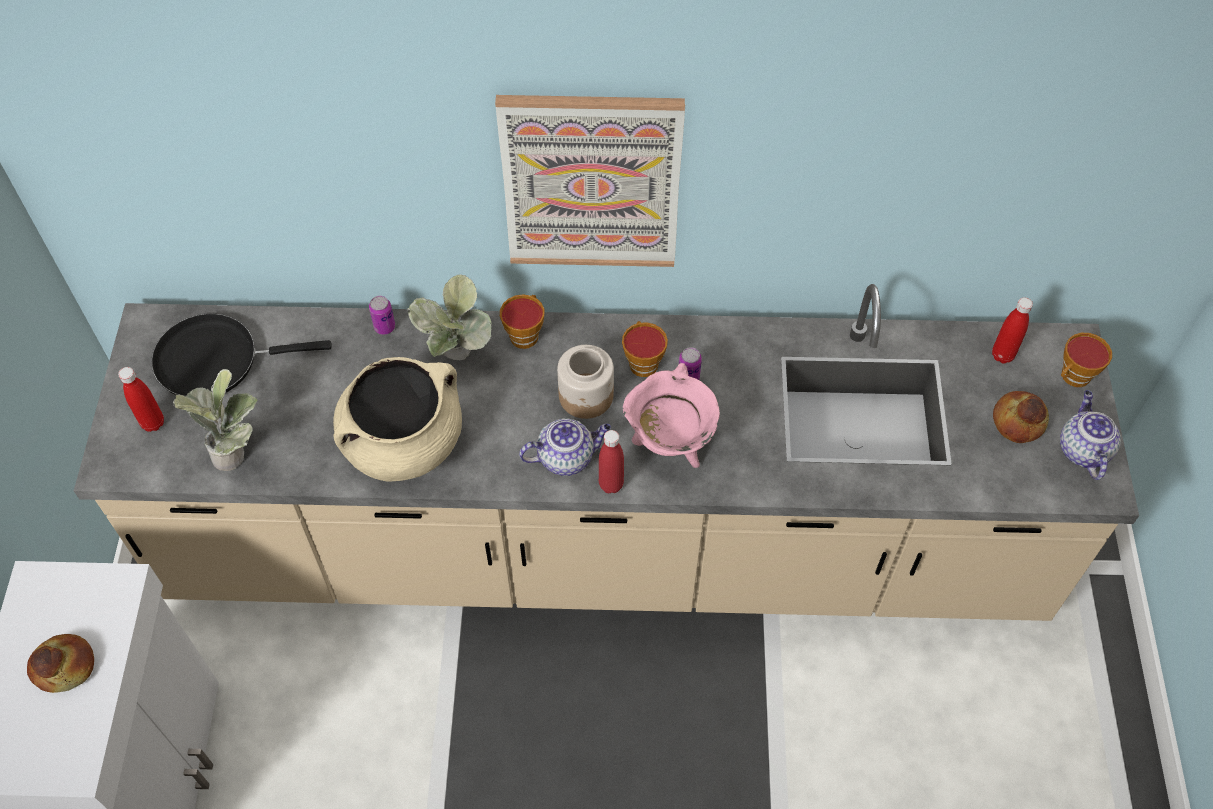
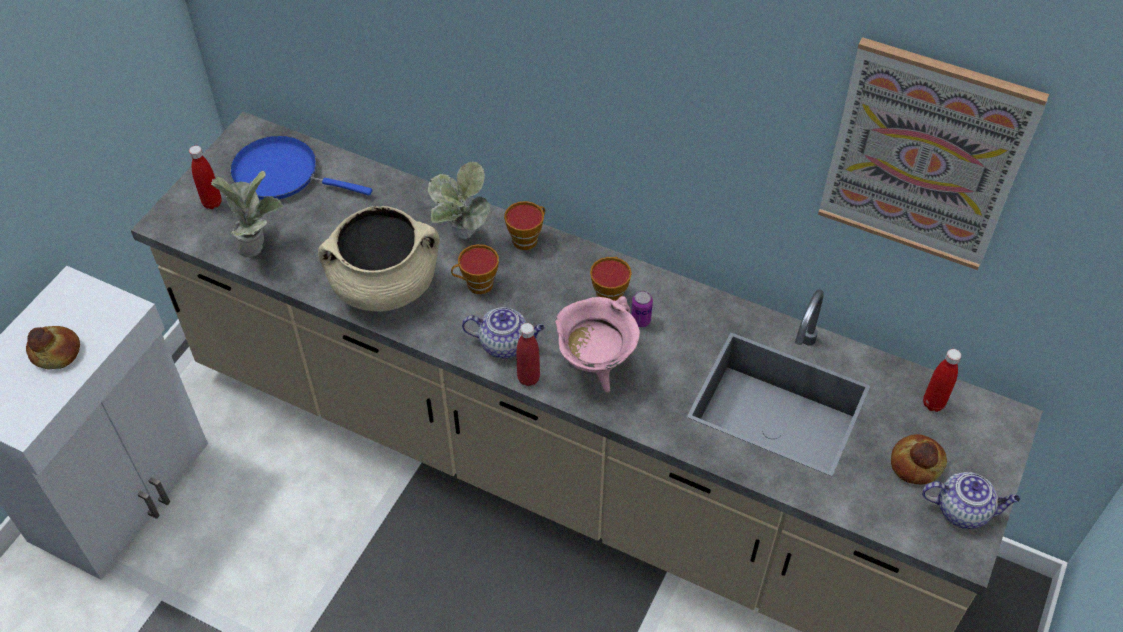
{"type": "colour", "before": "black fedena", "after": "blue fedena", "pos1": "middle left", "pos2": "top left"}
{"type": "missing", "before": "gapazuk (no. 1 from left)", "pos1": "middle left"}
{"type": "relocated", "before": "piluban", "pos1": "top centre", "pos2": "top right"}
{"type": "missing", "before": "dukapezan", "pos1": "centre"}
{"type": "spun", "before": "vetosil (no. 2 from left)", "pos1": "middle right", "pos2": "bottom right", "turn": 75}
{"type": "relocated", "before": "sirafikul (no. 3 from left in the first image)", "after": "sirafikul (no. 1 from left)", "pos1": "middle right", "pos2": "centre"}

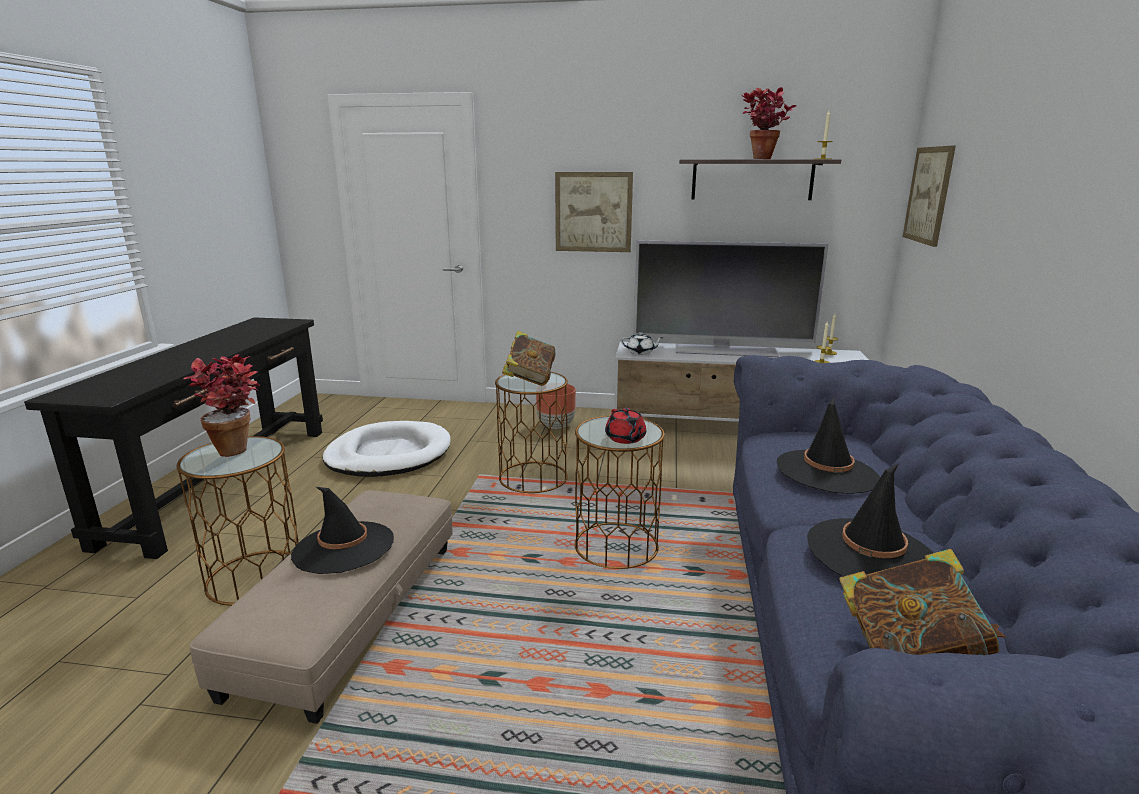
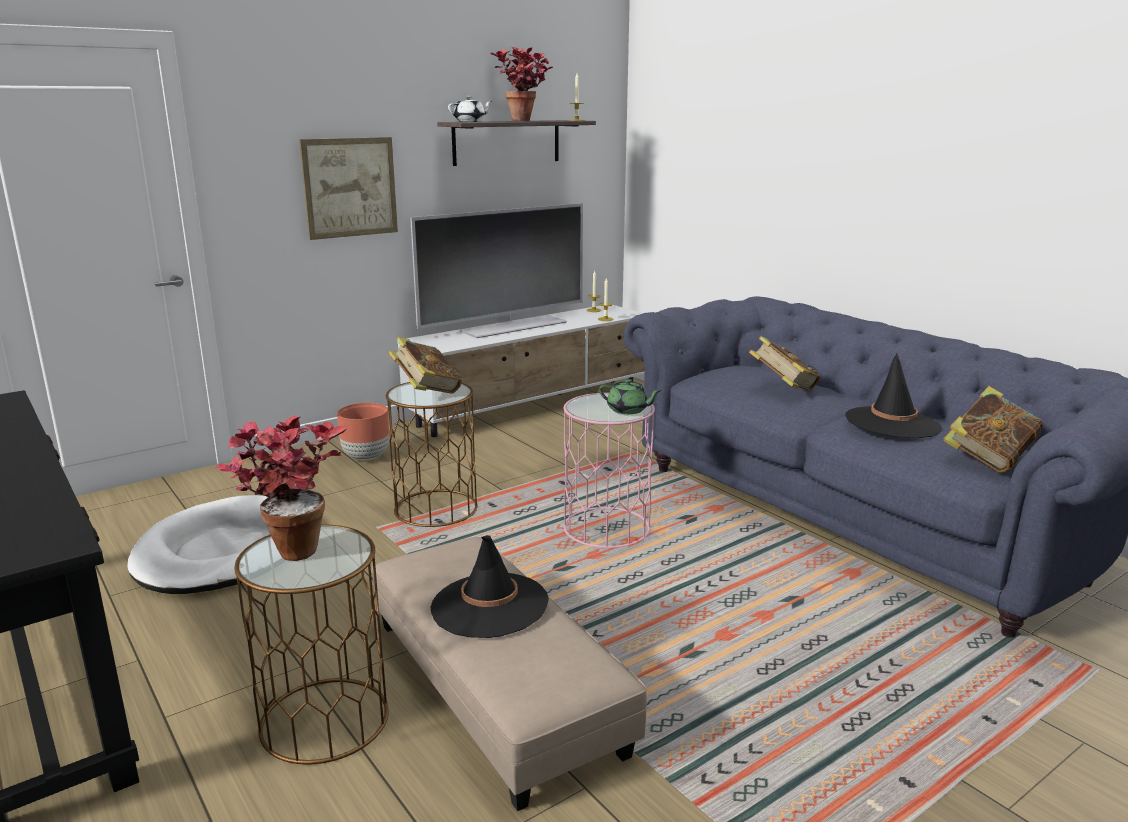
{"type": "colour", "before": "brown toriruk (no. 3 from left)", "after": "pink toriruk", "pos1": "centre", "pos2": "centre"}
{"type": "colour", "before": "red vetosil", "after": "green vetosil", "pos1": "centre", "pos2": "centre"}
{"type": "relocated", "before": "white vetosil", "pos1": "centre", "pos2": "top centre"}
{"type": "exchanged", "before": "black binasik (no. 2 from left)", "after": "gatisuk (no. 2 from left)", "pos1": "middle right", "pos2": "middle right"}
{"type": "missing", "before": "piluban (no. 2 from left)", "pos1": "top right"}

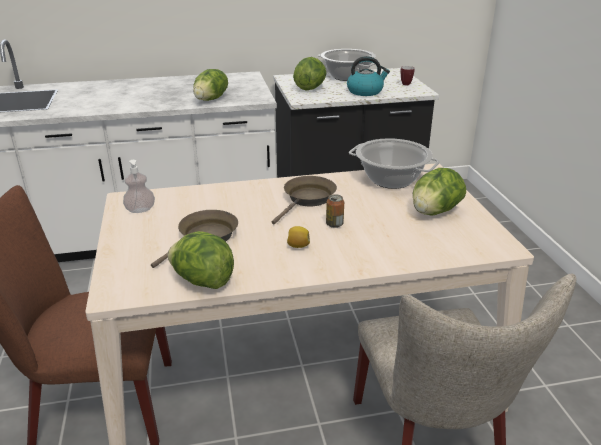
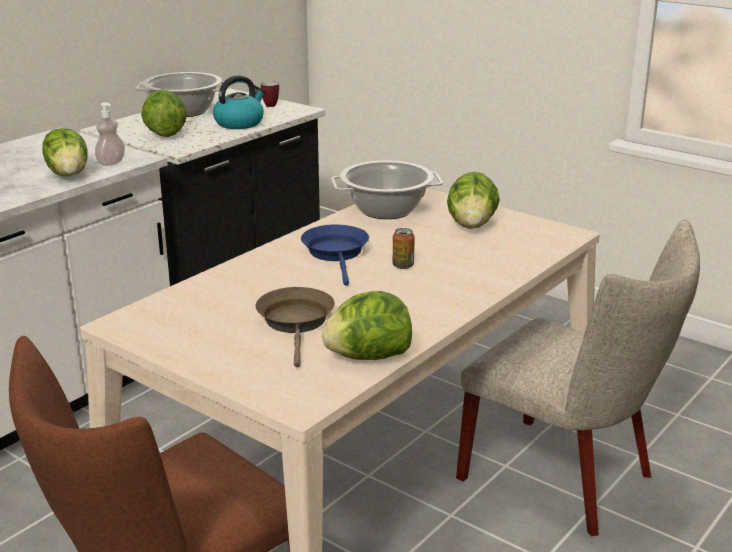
{"type": "relocated", "before": "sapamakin", "pos1": "middle left", "pos2": "top left"}
{"type": "colour", "before": "brown fedena (no. 2 from left)", "after": "blue fedena", "pos1": "centre", "pos2": "centre"}
{"type": "missing", "before": "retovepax", "pos1": "centre"}

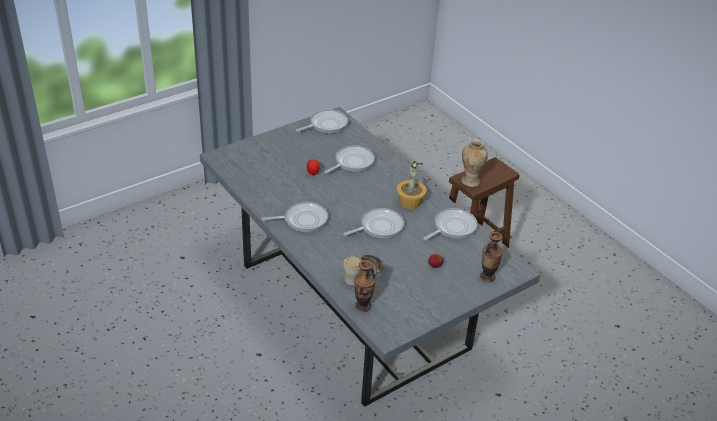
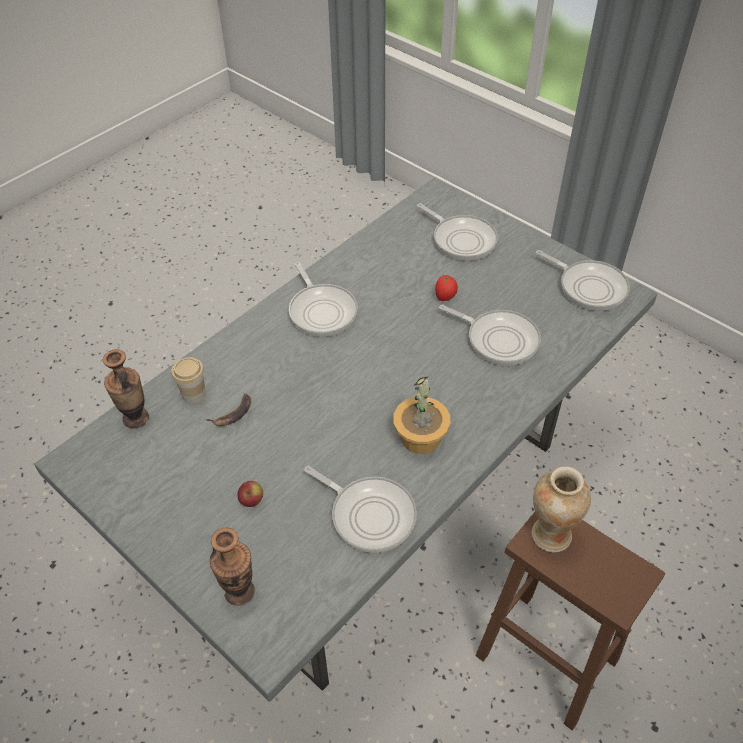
{"type": "relocated", "before": "fedena (no. 4 from left in the first image)", "after": "fedena (no. 3 from left)", "pos1": "centre", "pos2": "top centre"}

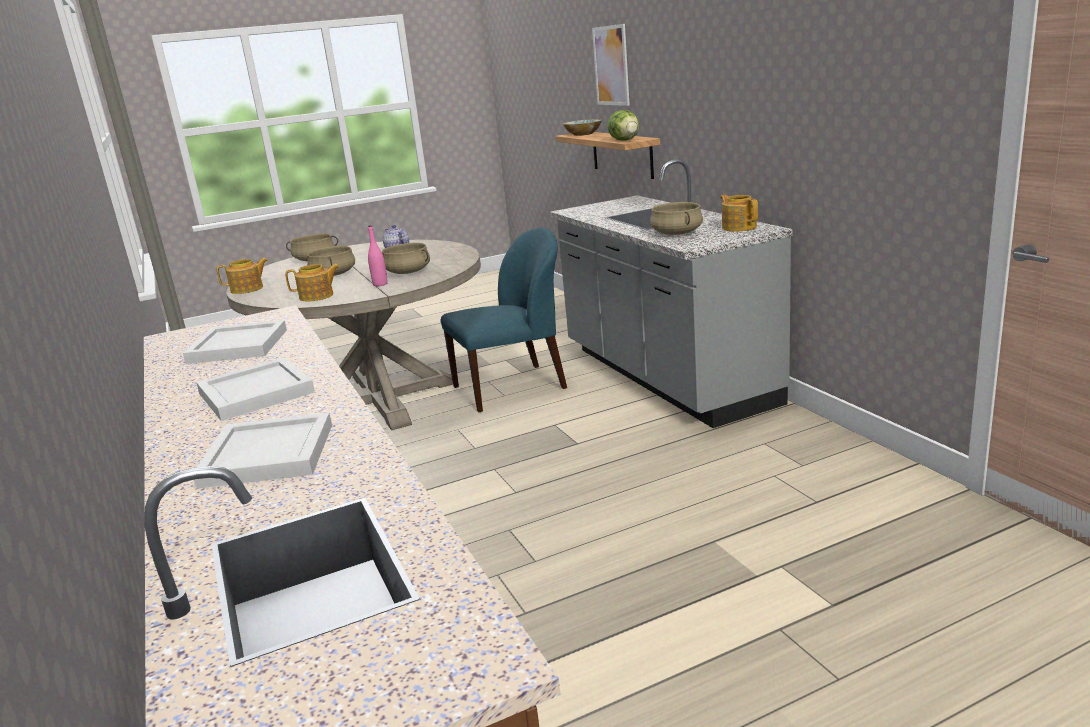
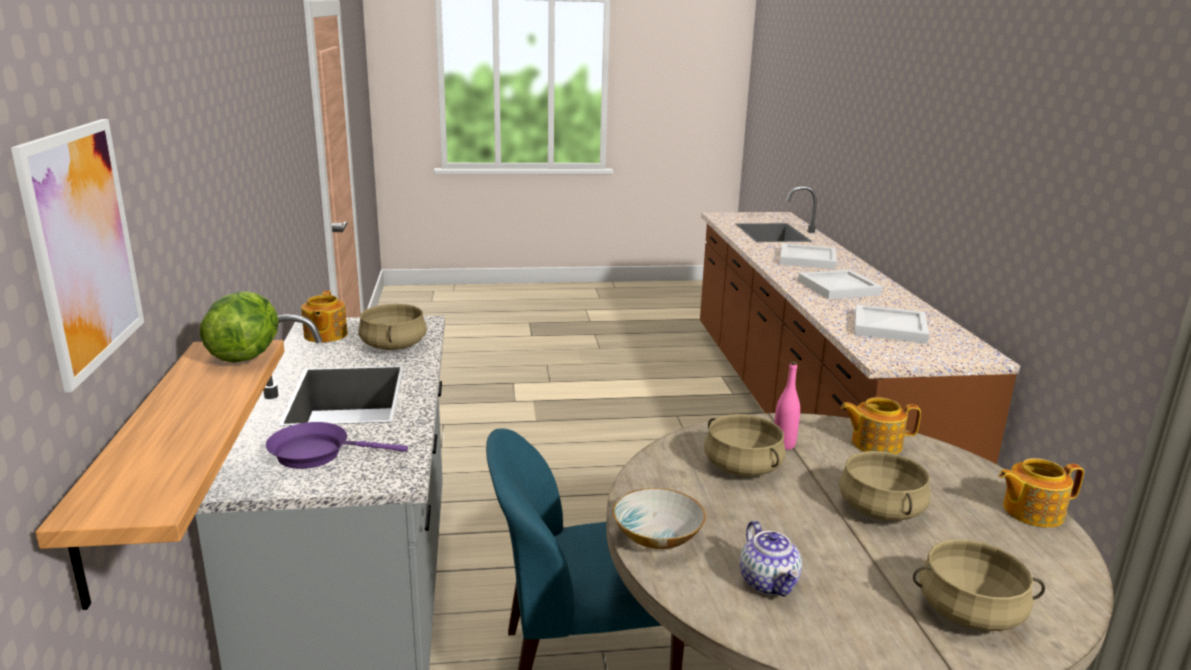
{"type": "relocated", "before": "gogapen", "pos1": "top centre", "pos2": "bottom centre"}
{"type": "appeared", "after": "purple fedena", "pos2": "middle left"}

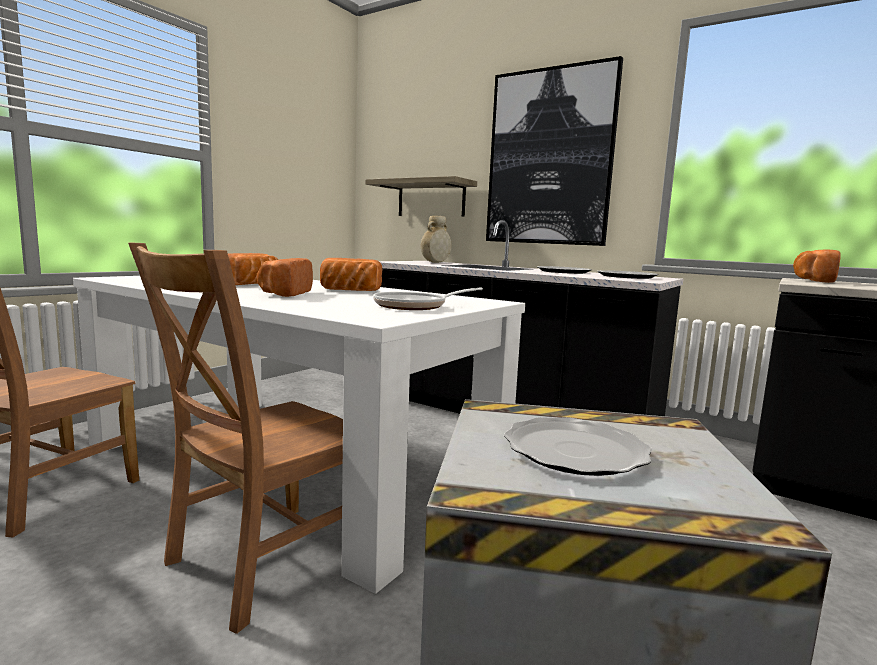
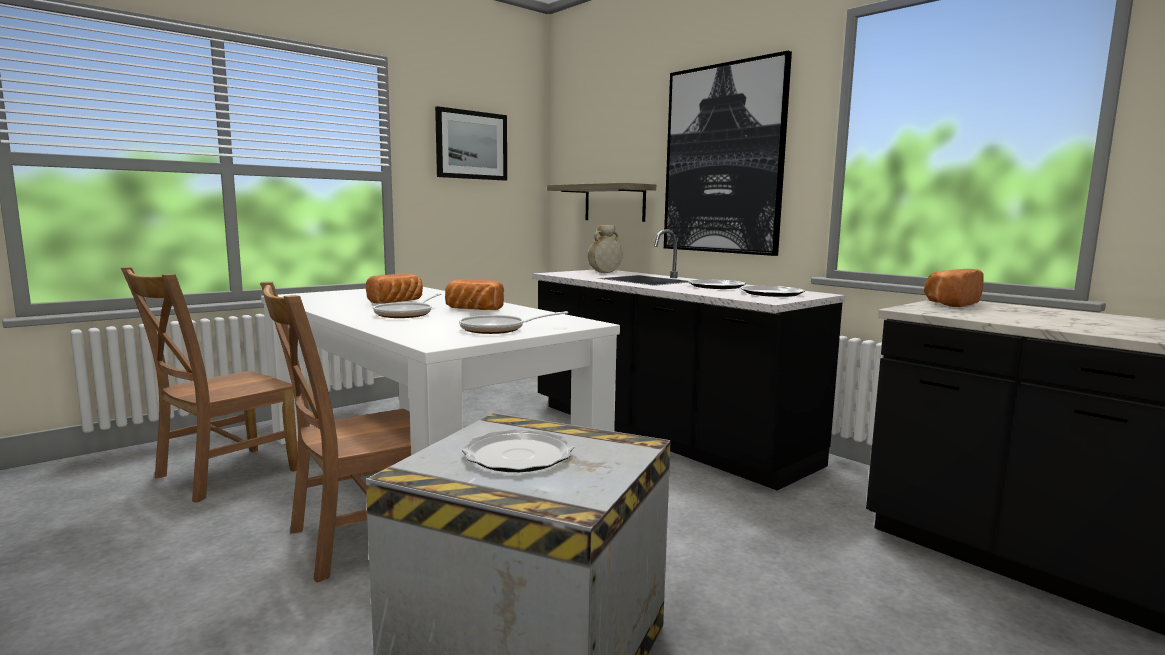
{"type": "exchanged", "before": "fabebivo (no. 2 from left)", "after": "fedena (no. 1 from left)", "pos1": "middle left", "pos2": "centre"}
{"type": "appeared", "after": "piluban (no. 1 from left)", "pos2": "top centre"}

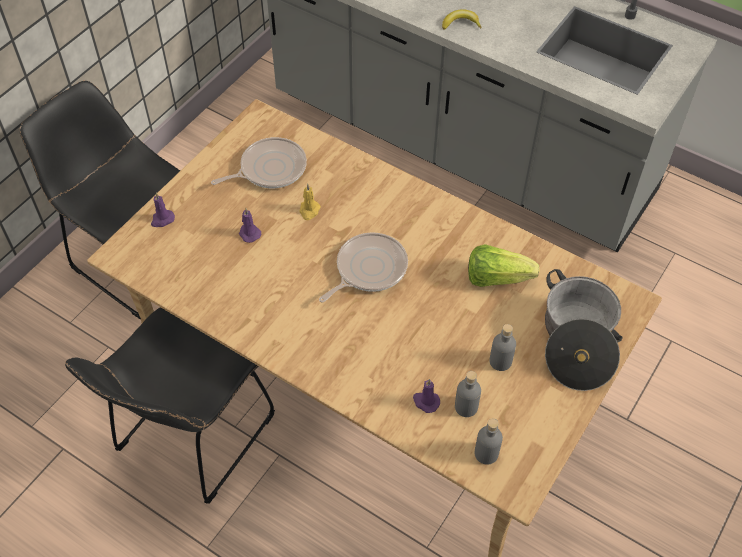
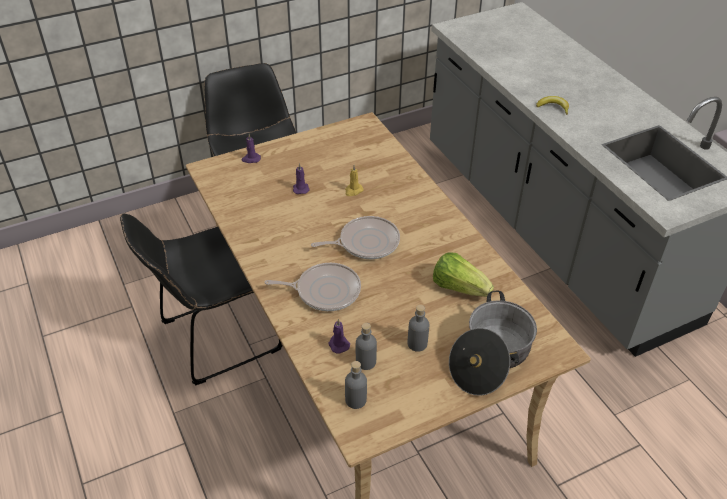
{"type": "relocated", "before": "fedena (no. 1 from left)", "pos1": "top centre", "pos2": "centre"}

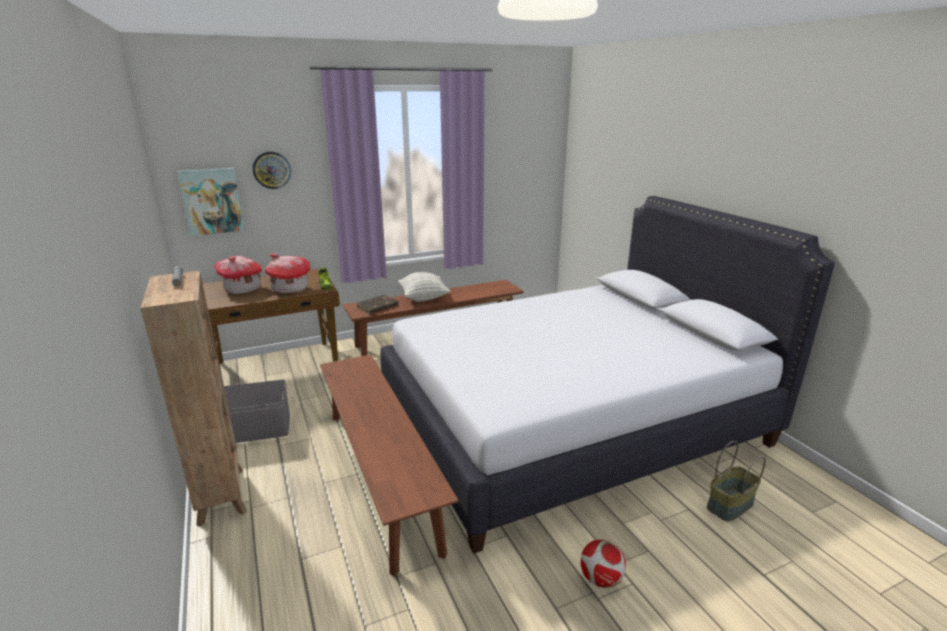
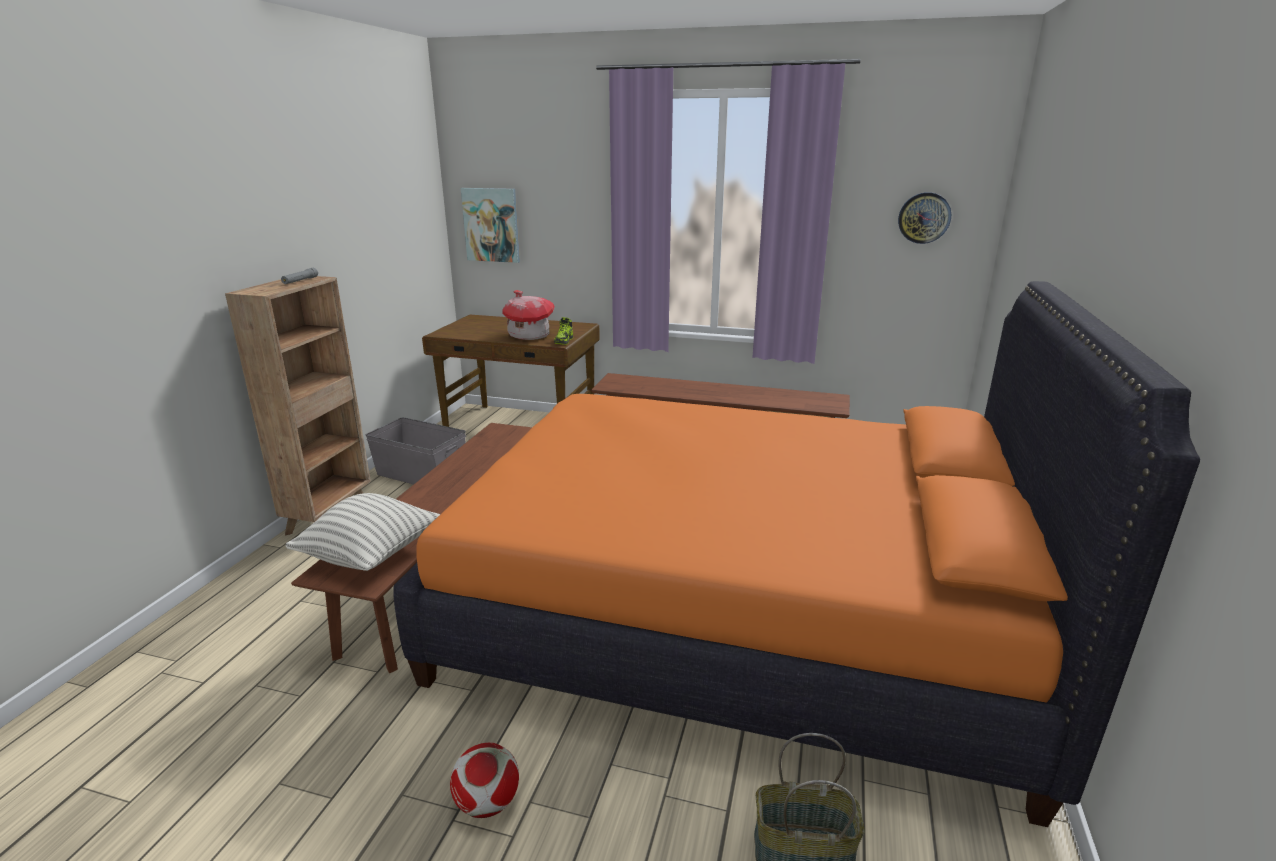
{"type": "missing", "before": "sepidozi (no. 1 from left)", "pos1": "middle left"}
{"type": "relocated", "before": "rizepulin", "pos1": "top left", "pos2": "top right"}
{"type": "missing", "before": "brown gatisuk", "pos1": "centre"}
{"type": "colour", "before": "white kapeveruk", "after": "orange kapeveruk", "pos1": "centre", "pos2": "centre"}
{"type": "relocated", "before": "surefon", "pos1": "centre", "pos2": "middle left"}

